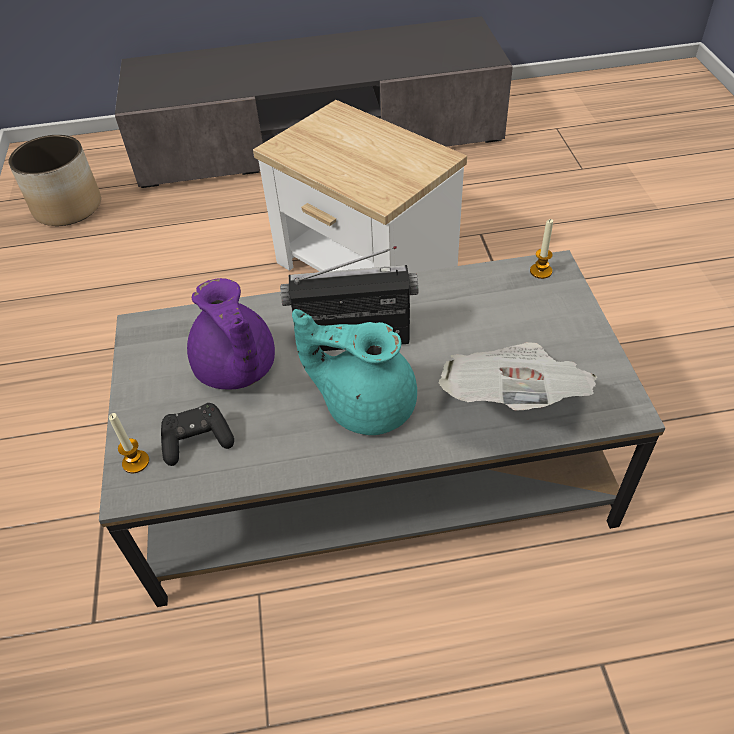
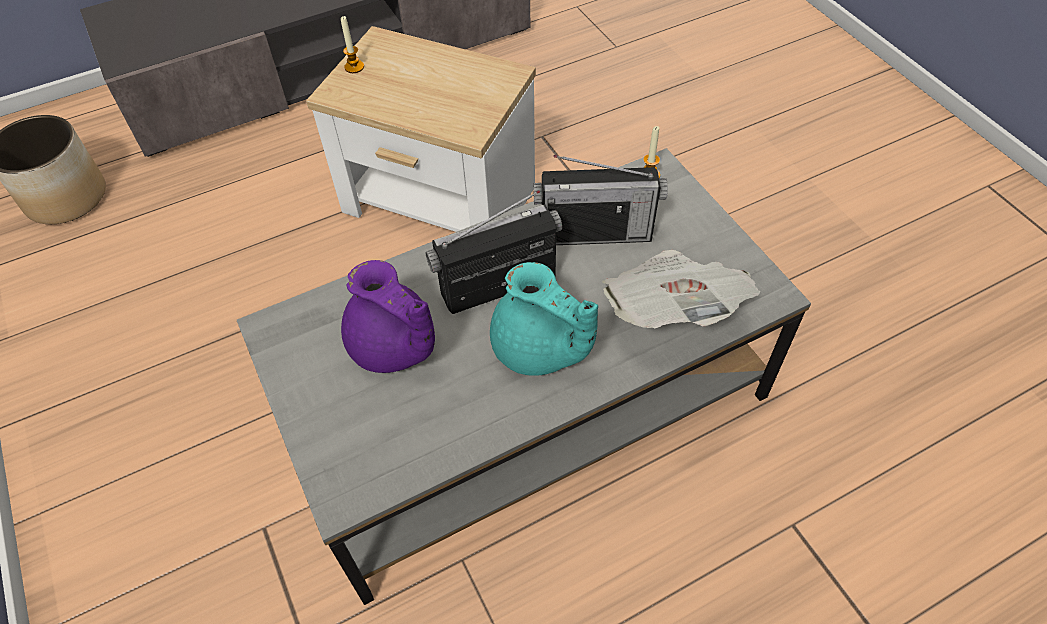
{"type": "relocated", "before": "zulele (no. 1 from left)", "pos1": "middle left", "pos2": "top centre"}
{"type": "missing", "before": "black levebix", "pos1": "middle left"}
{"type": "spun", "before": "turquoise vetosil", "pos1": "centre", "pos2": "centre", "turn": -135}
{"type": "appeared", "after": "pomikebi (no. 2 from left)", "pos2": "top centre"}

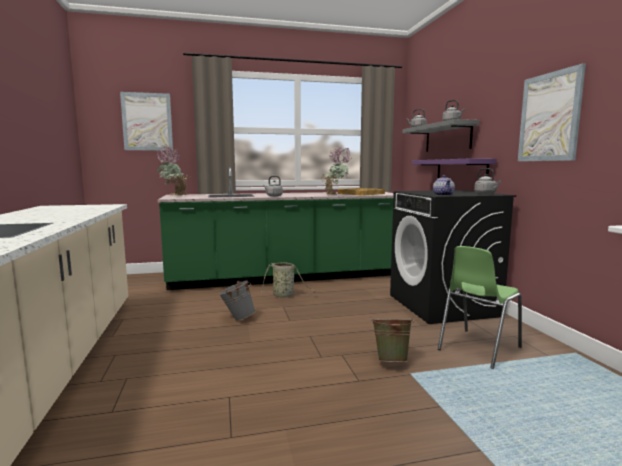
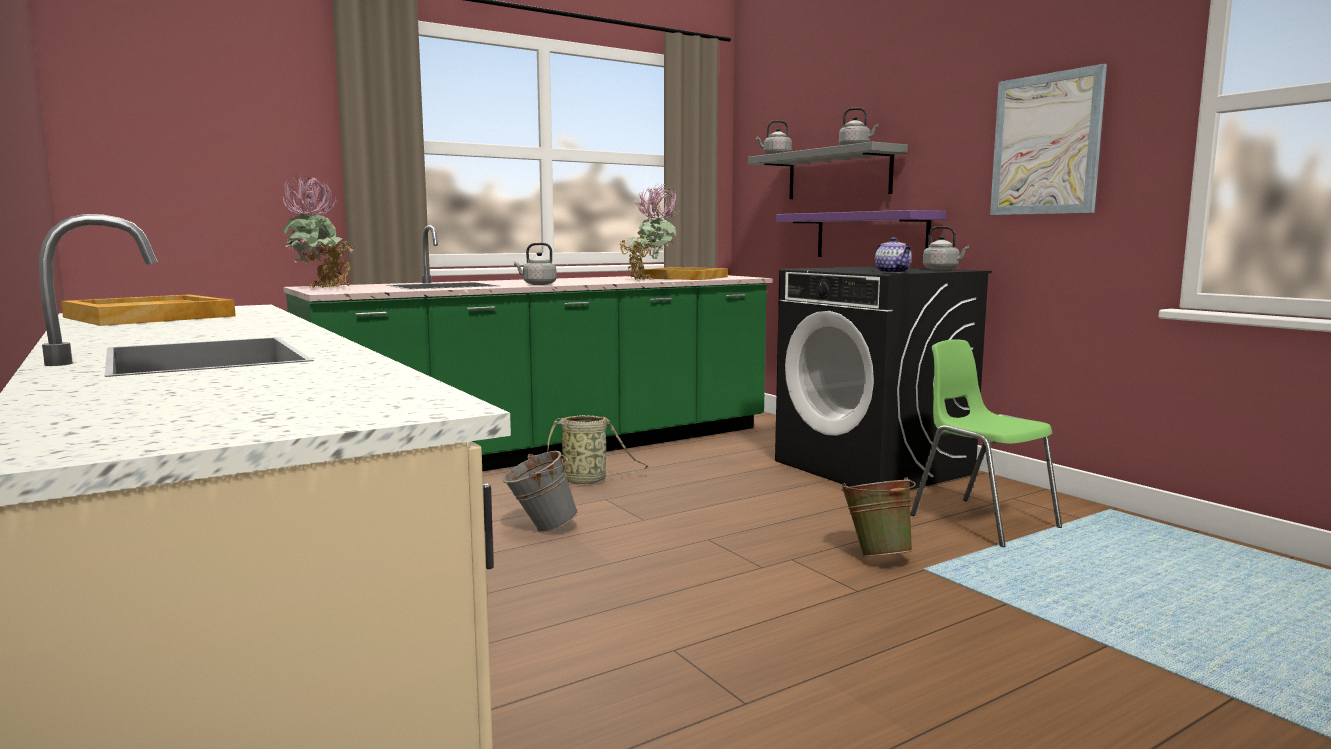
{"type": "missing", "before": "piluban (no. 1 from left)", "pos1": "top left"}
{"type": "spun", "before": "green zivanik", "pos1": "middle right", "pos2": "middle right", "turn": 120}
{"type": "appeared", "after": "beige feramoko (no. 1 from left)", "pos2": "middle left"}

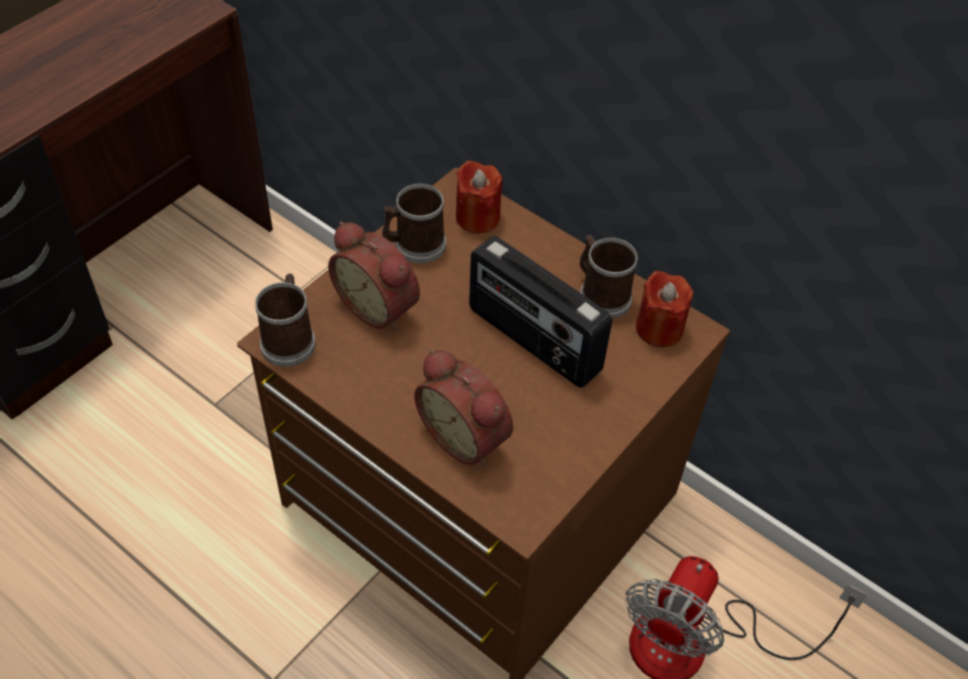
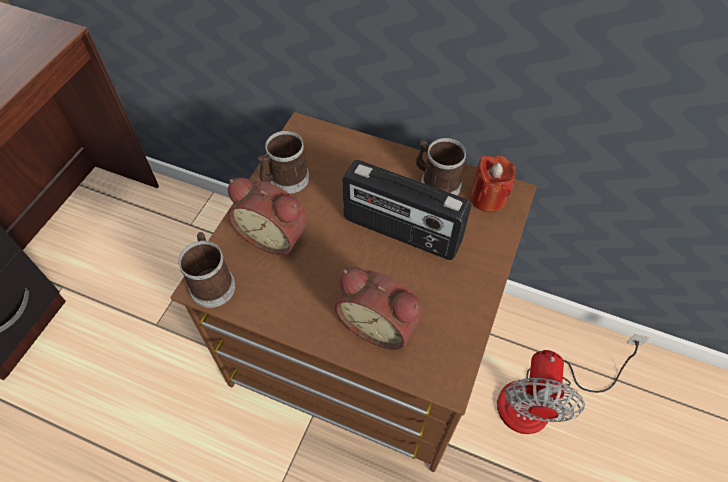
{"type": "missing", "before": "red zulele (no. 1 from left)", "pos1": "top centre"}

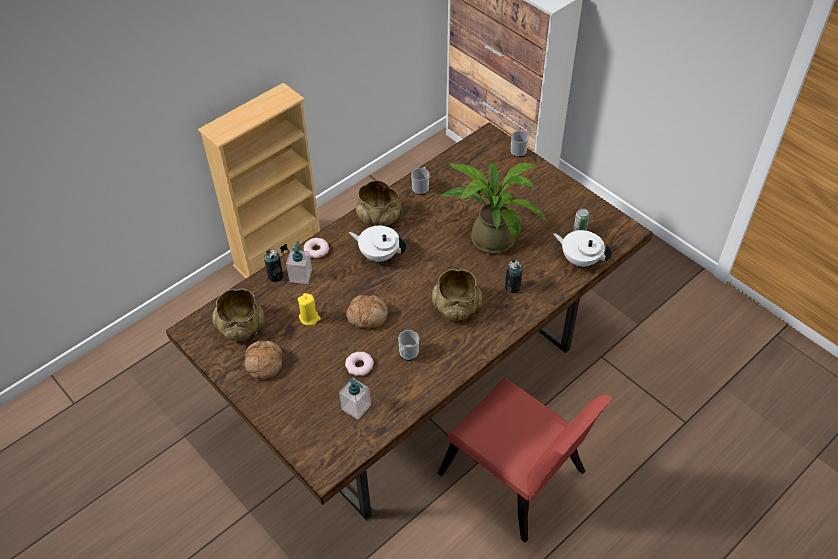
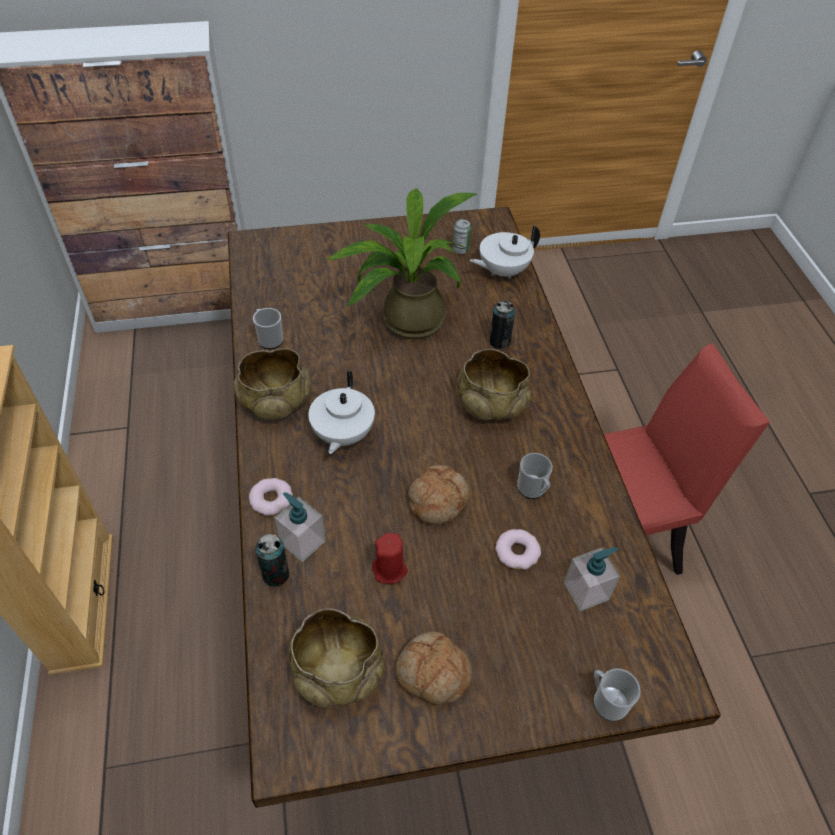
{"type": "colour", "before": "yellow zulele", "after": "red zulele", "pos1": "centre", "pos2": "bottom centre"}
{"type": "spun", "before": "white vetosil (no. 1 from left)", "pos1": "centre", "pos2": "centre", "turn": -45}
{"type": "relocated", "before": "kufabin (no. 3 from left)", "pos1": "top centre", "pos2": "bottom right"}

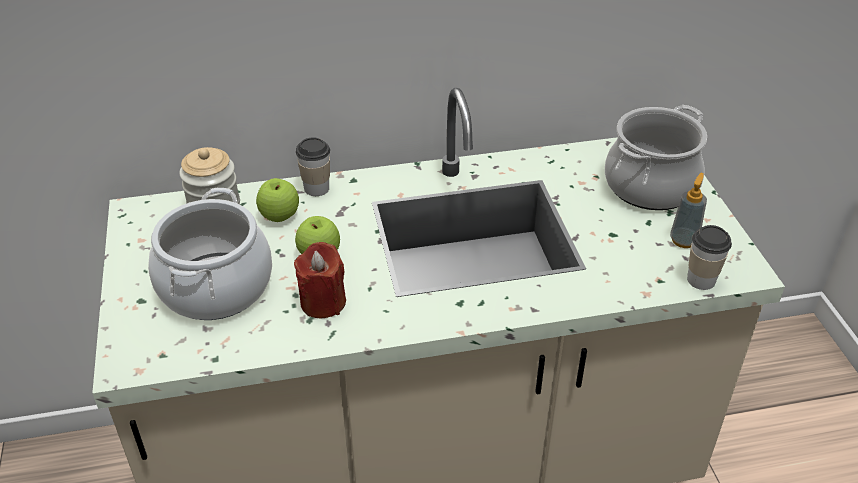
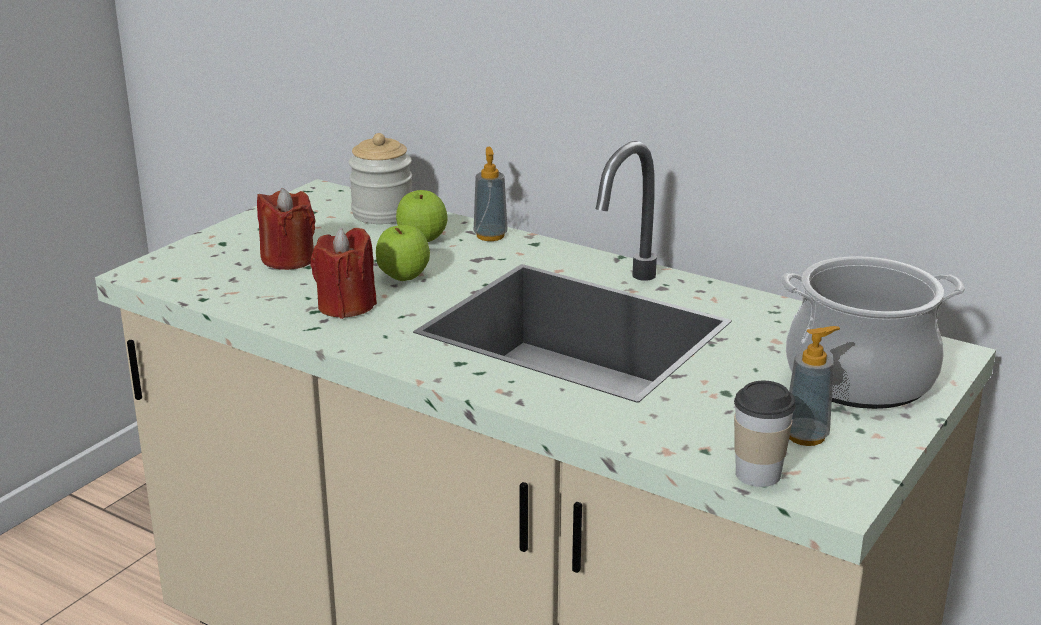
{"type": "exchanged", "before": "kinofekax (no. 1 from left)", "after": "red zulele (no. 1 from left)", "pos1": "middle left", "pos2": "middle left"}
{"type": "exchanged", "before": "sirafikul (no. 1 from left)", "after": "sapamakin (no. 1 from left)", "pos1": "centre", "pos2": "top centre"}

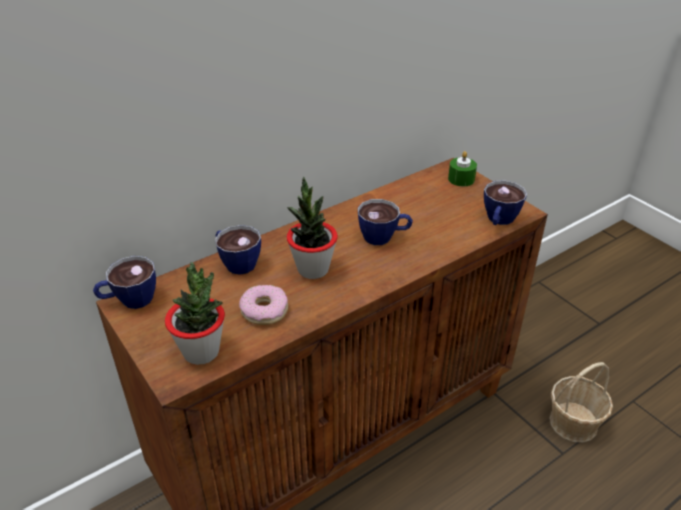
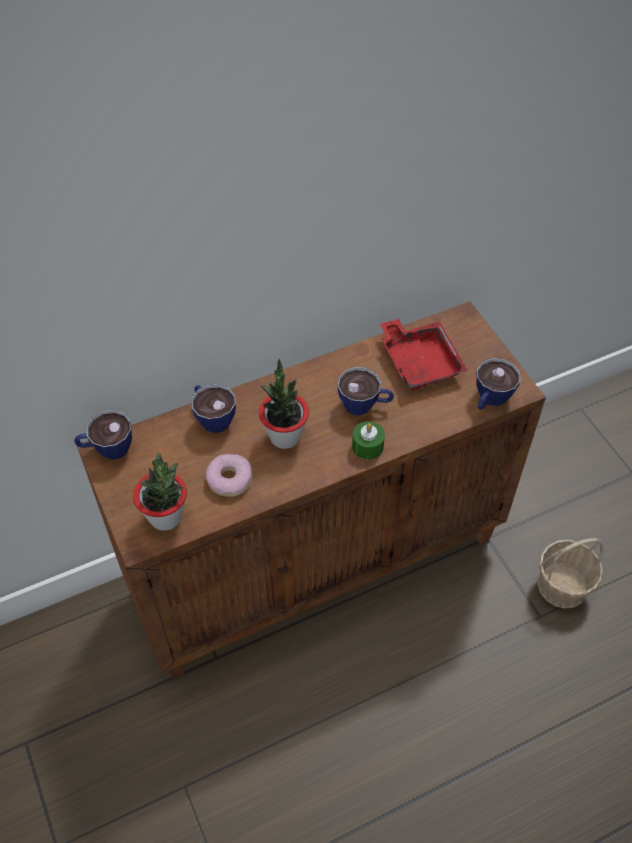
{"type": "relocated", "before": "green zulele", "pos1": "top right", "pos2": "centre"}
{"type": "appeared", "after": "red feramoko", "pos2": "middle right"}

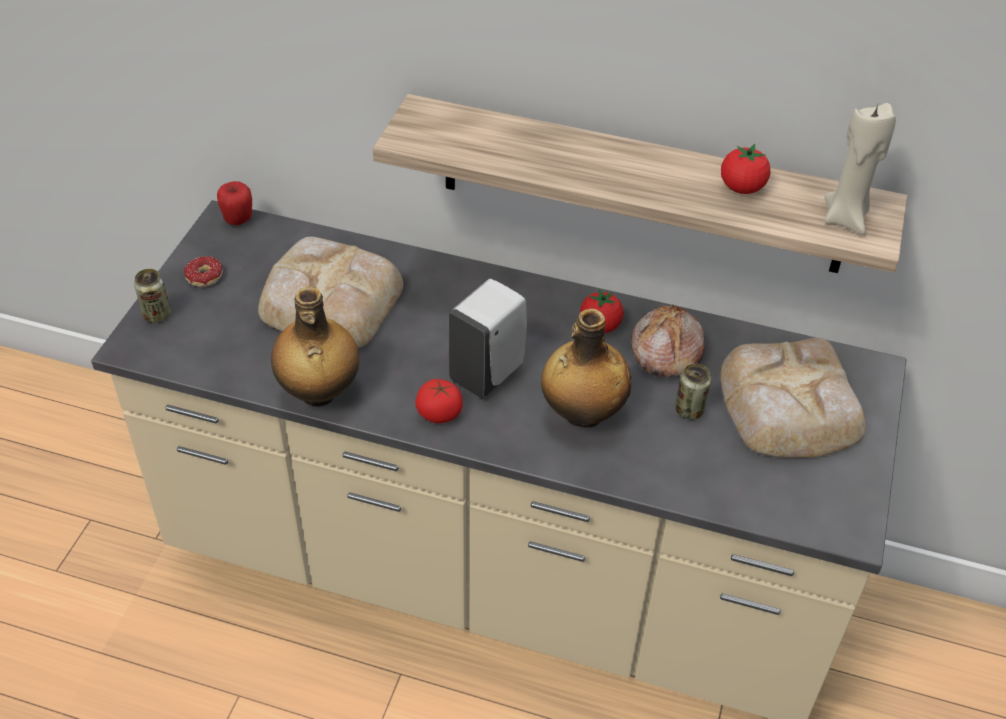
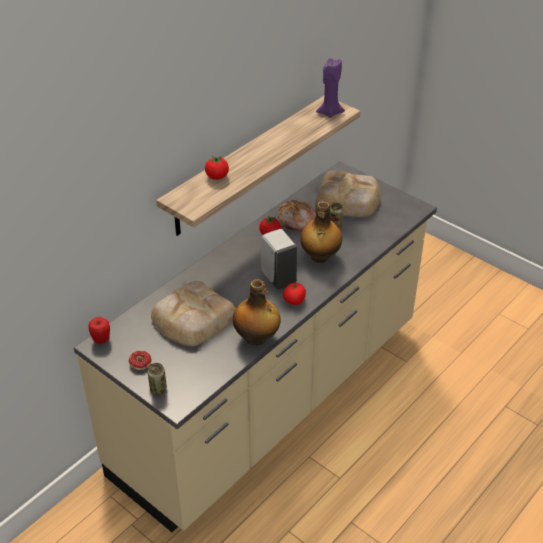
{"type": "relocated", "before": "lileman (no. 3 from left in the first image)", "after": "lileman (no. 1 from left)", "pos1": "top right", "pos2": "top centre"}
{"type": "colour", "before": "beige zulele", "after": "purple zulele", "pos1": "top right", "pos2": "top centre"}

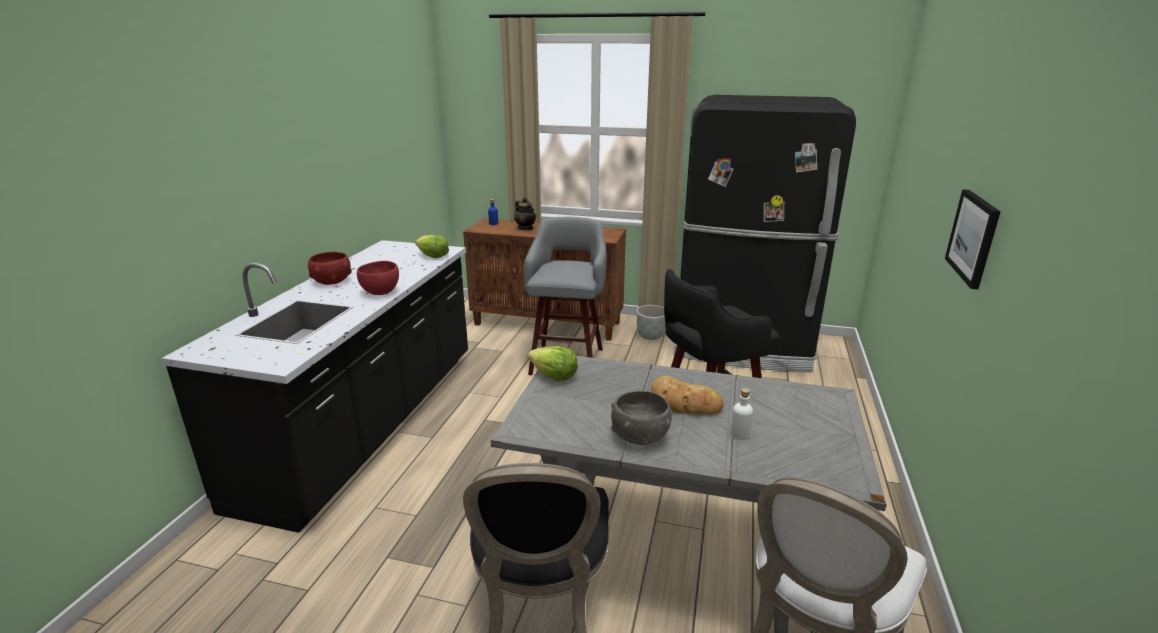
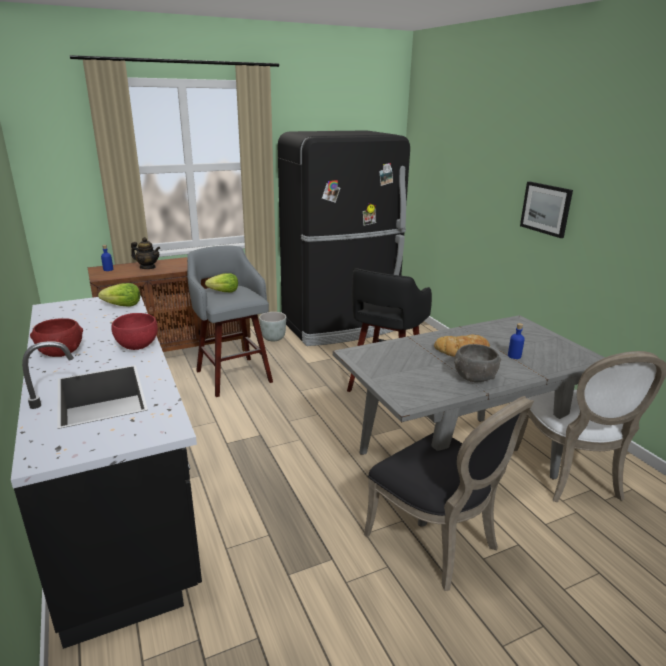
{"type": "relocated", "before": "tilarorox (no. 2 from left)", "pos1": "centre", "pos2": "middle left"}
{"type": "colour", "before": "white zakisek", "after": "blue zakisek (no. 2 from left)", "pos1": "centre", "pos2": "middle right"}

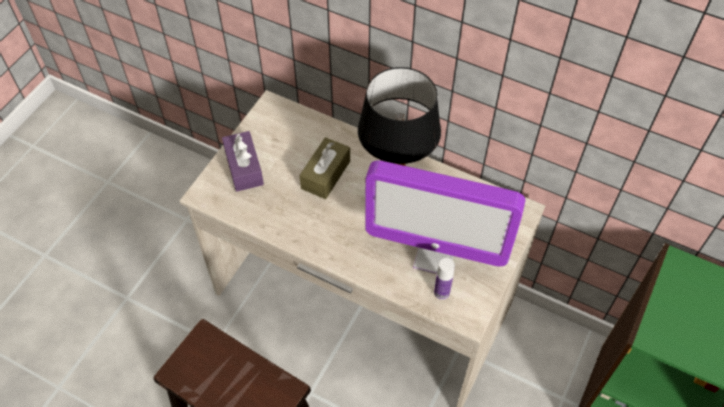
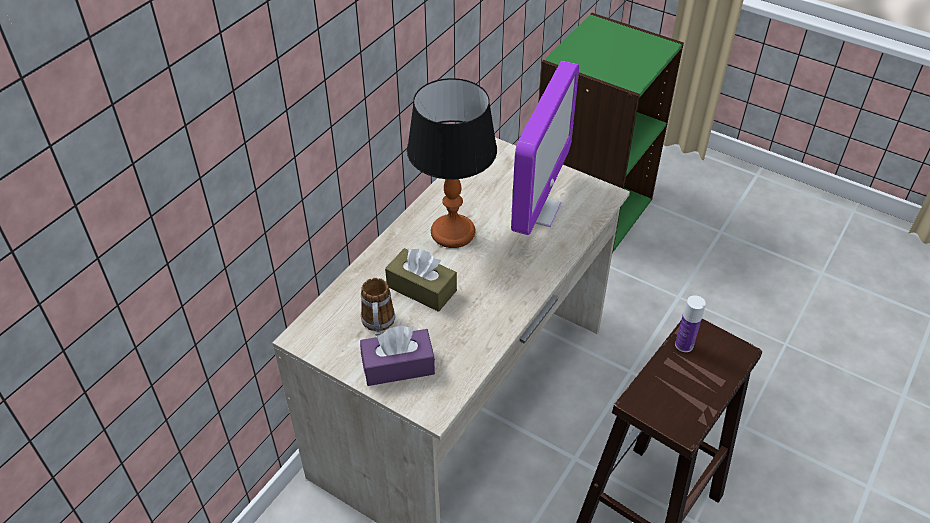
{"type": "relocated", "before": "zakisek", "pos1": "bottom centre", "pos2": "middle right"}
{"type": "appeared", "after": "kufabin", "pos2": "centre"}

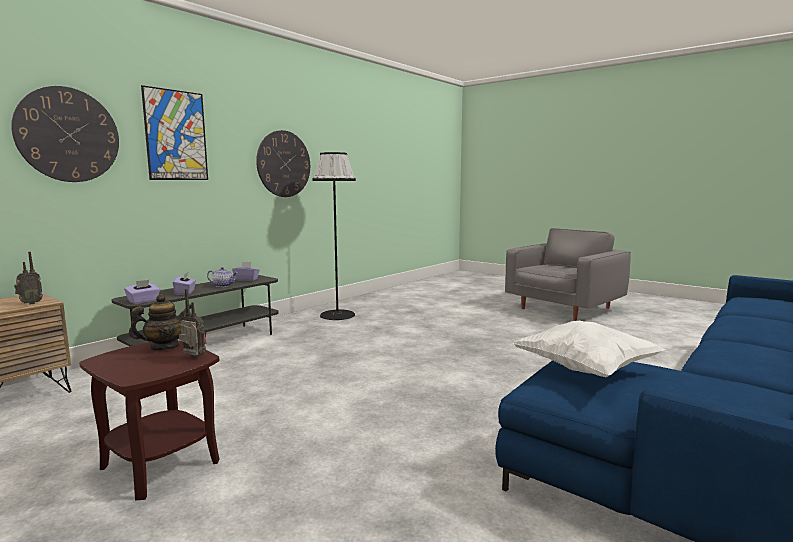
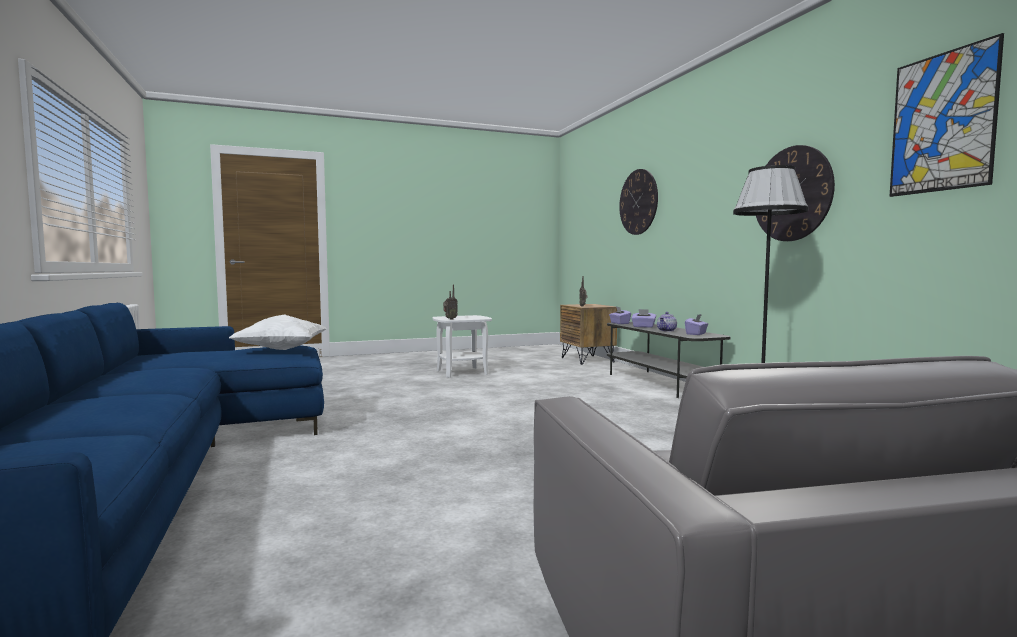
{"type": "colour", "before": "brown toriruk", "after": "white toriruk", "pos1": "bottom left", "pos2": "centre"}
{"type": "missing", "before": "vetosil (no. 1 from left)", "pos1": "middle left"}
{"type": "relocated", "before": "piluban", "pos1": "top left", "pos2": "top right"}

